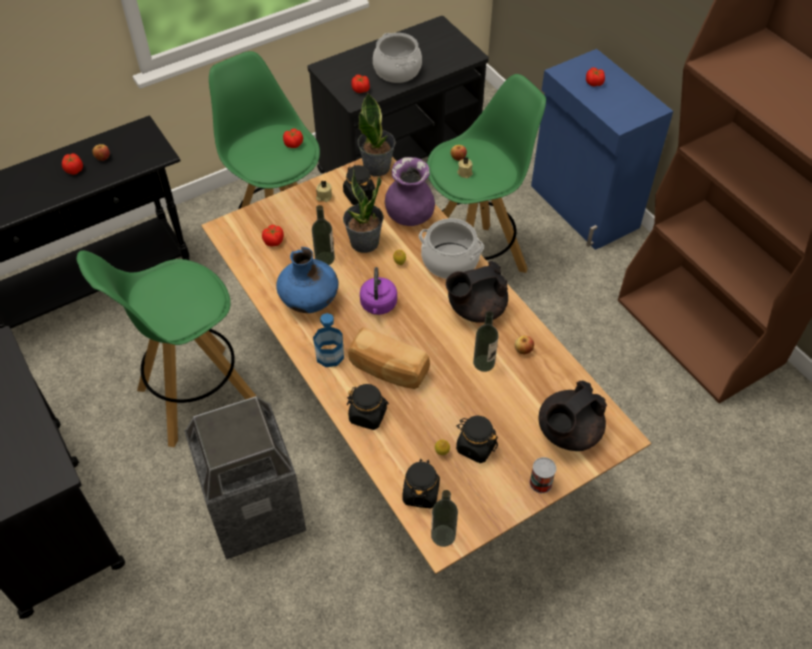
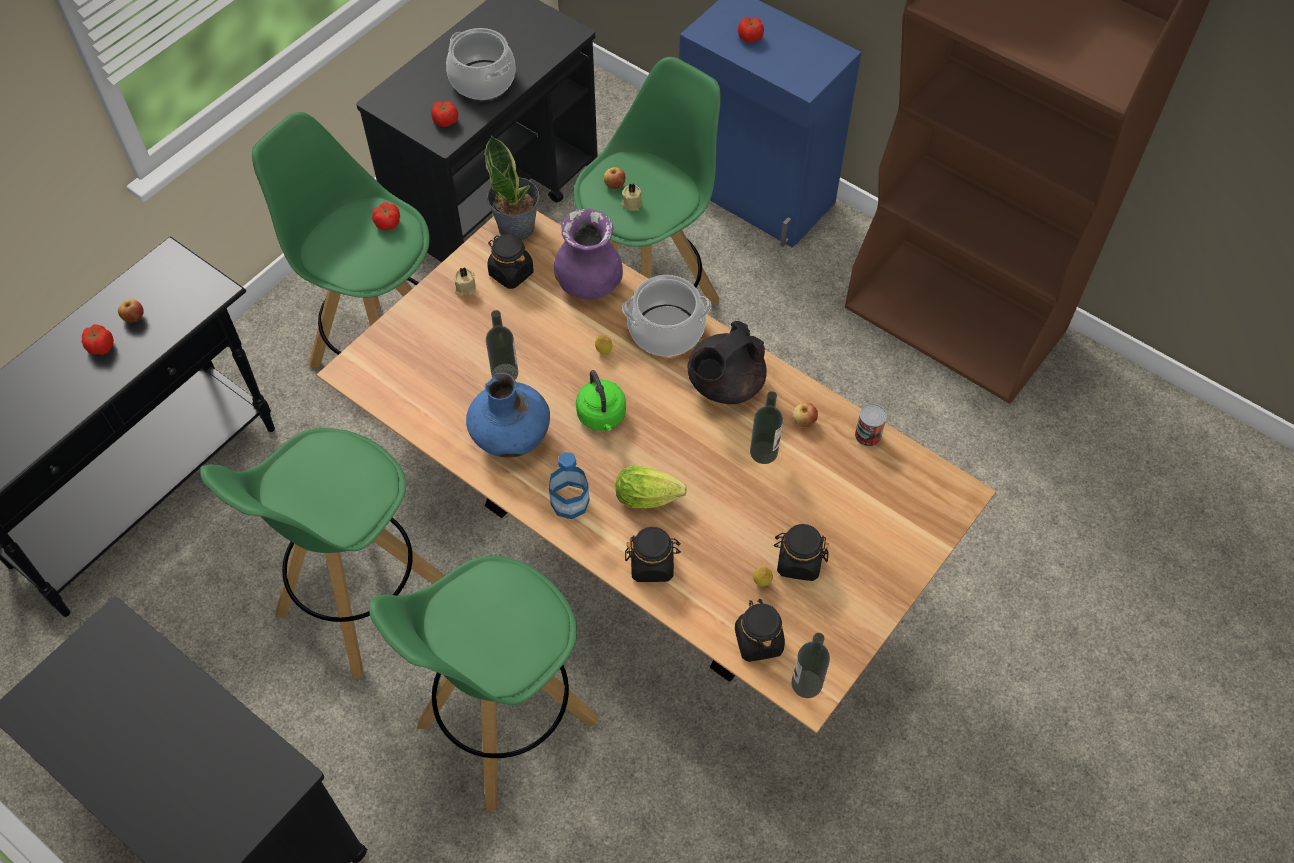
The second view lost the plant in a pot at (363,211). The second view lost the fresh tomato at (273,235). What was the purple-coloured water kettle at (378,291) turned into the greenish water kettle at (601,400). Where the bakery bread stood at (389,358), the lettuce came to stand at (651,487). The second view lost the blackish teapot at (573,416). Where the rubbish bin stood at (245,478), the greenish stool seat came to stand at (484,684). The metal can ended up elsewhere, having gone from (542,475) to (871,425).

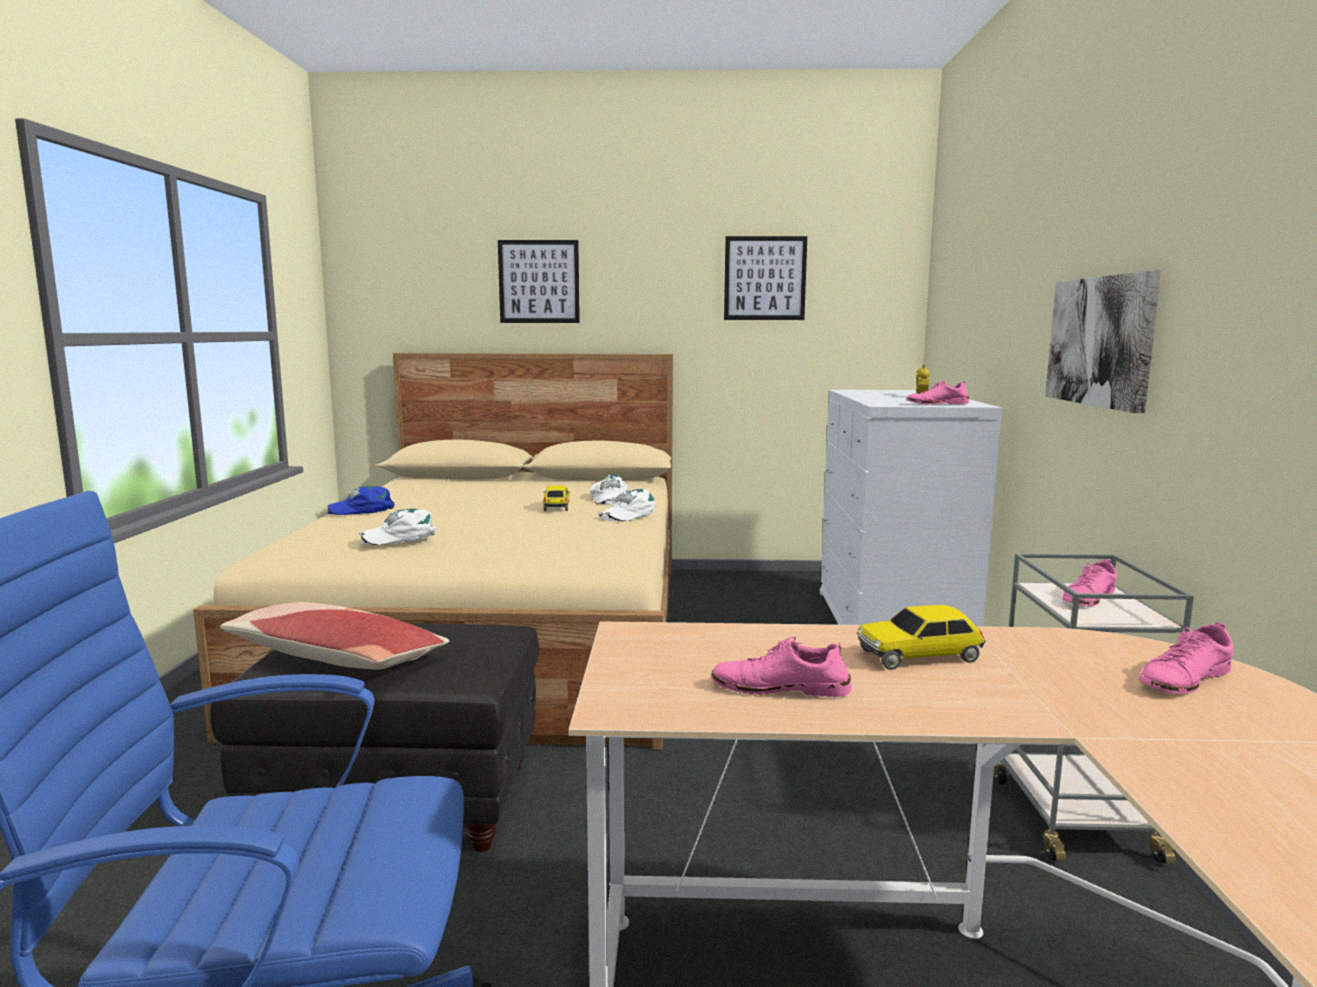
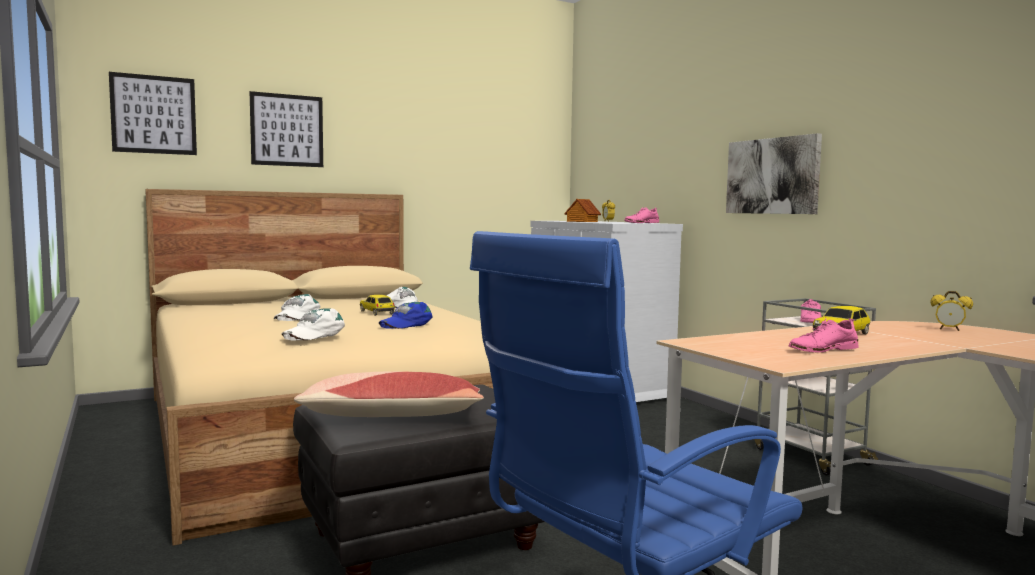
The picture ended up elsewhere, having gone from (765,278) to (153,113). The bluish cap ended up elsewhere, having gone from (361,500) to (405,315). The white cap ended up elsewhere, having gone from (628,505) to (297,307). Where the pinkish shoe stood at (1186,658), the table clock came to stand at (951,311). The second view gained the miniature house at (582,210).

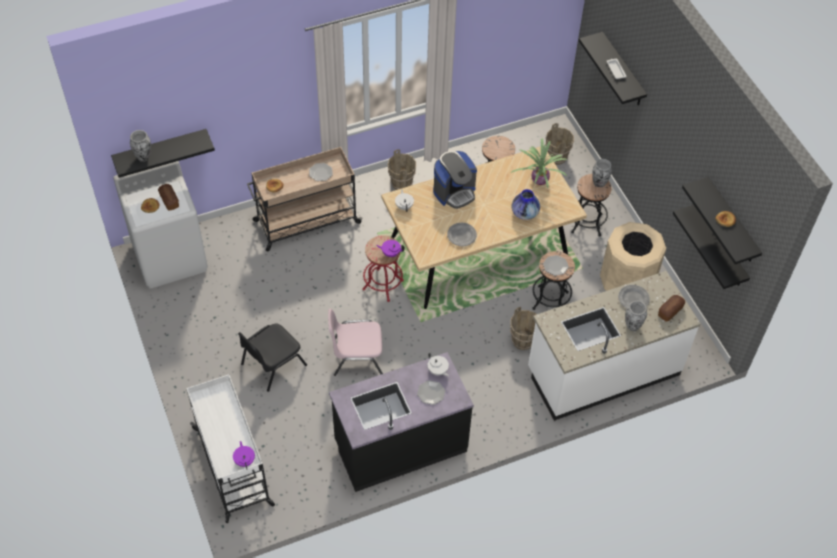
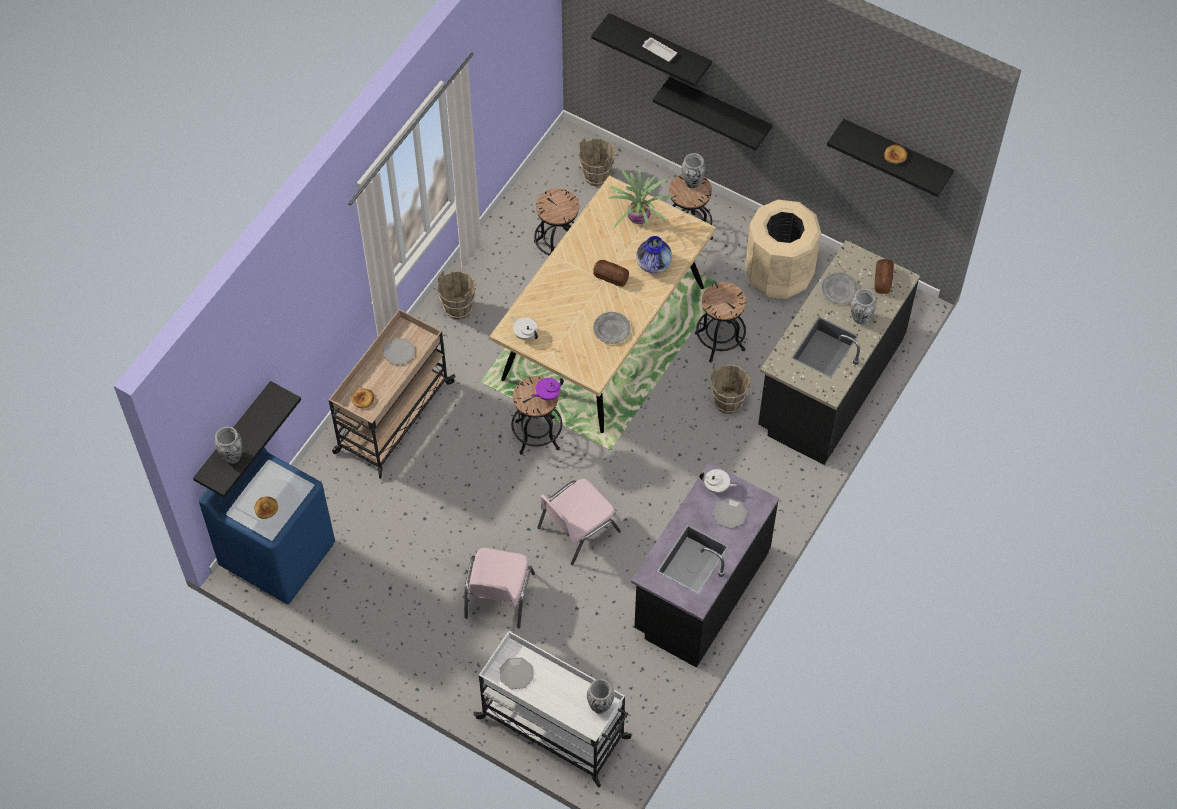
The second view lost the coffee maker at (455,180). What was the white laundry machine at (160,225) turned into the bluish laundry machine at (267,526). The bakery bread ended up elsewhere, having gone from (168,197) to (611,273). The blackish shelf ended up elsewhere, having gone from (711,247) to (712,114). What was the red-coloured stool seat at (383,268) turned into the blackish stool seat at (536,416). The dinner plate ended up elsewhere, having gone from (556,265) to (517,673). What was the white kitchen base unit at (614,346) turned into the blackish kitchen base unit at (839,352). What was the blackish plain chair at (272,357) turned into the pinkish plain chair at (500,588). Where the purple-coloured teapot stood at (244,455), the vase came to stand at (601,696).

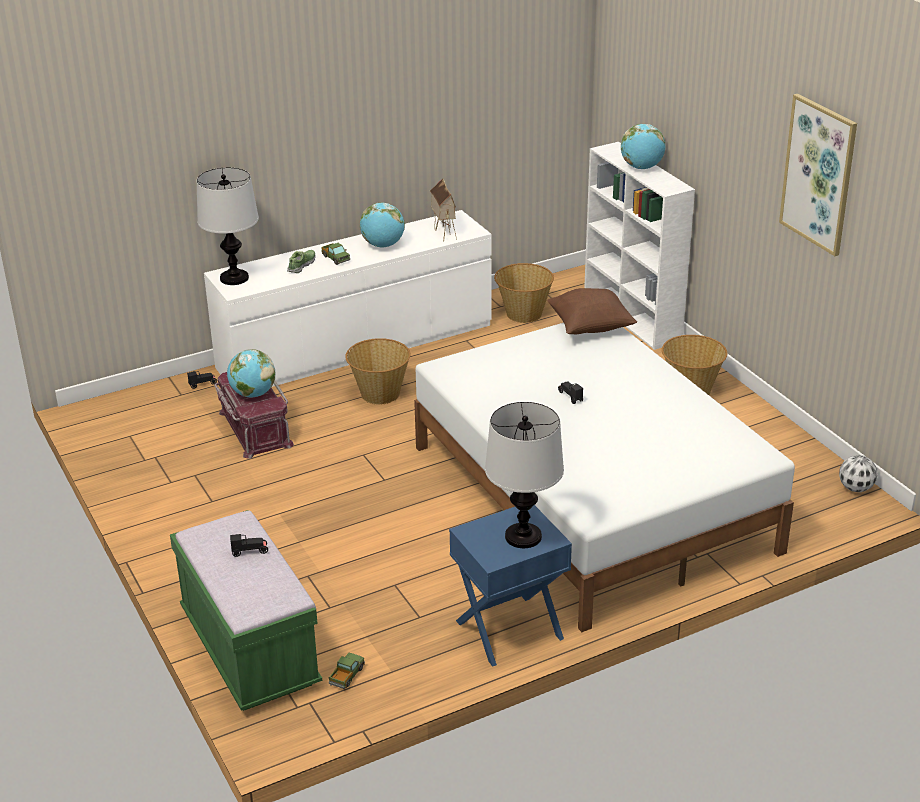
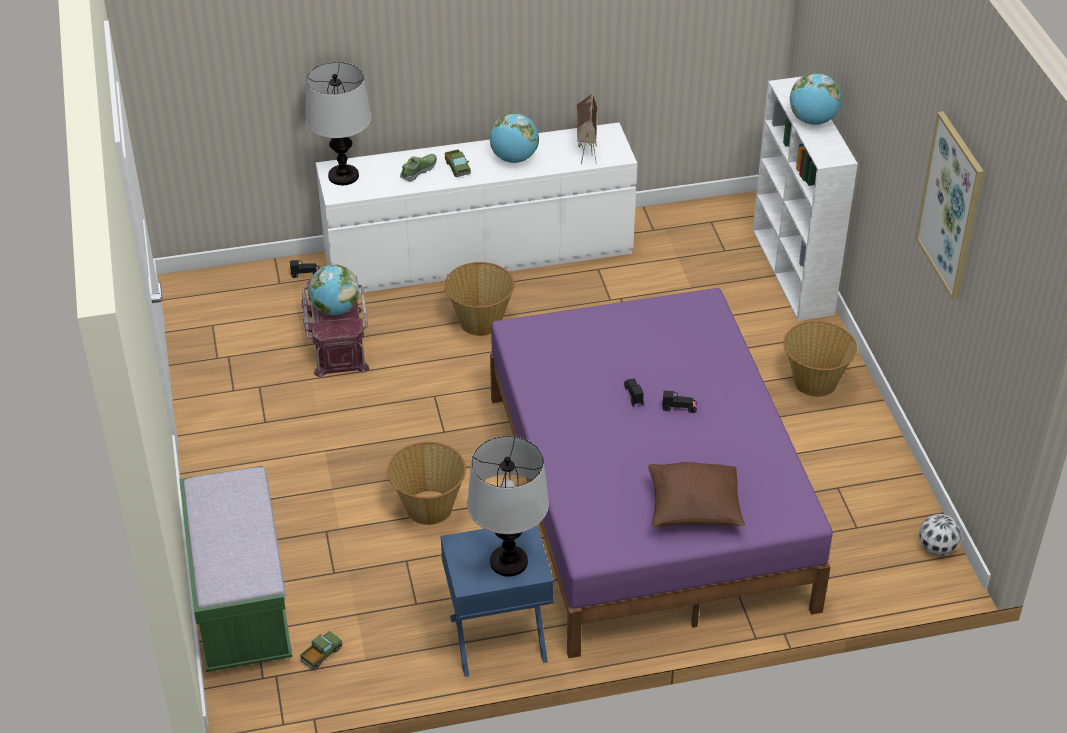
The basket ended up elsewhere, having gone from (524,293) to (426,483). The brown pillow ended up elsewhere, having gone from (592,311) to (696,494). What was the white sleeping bed at (604,477) turned into the purple-coloured sleeping bed at (661,473). The blackish miniature car ended up elsewhere, having gone from (249,545) to (679,401).

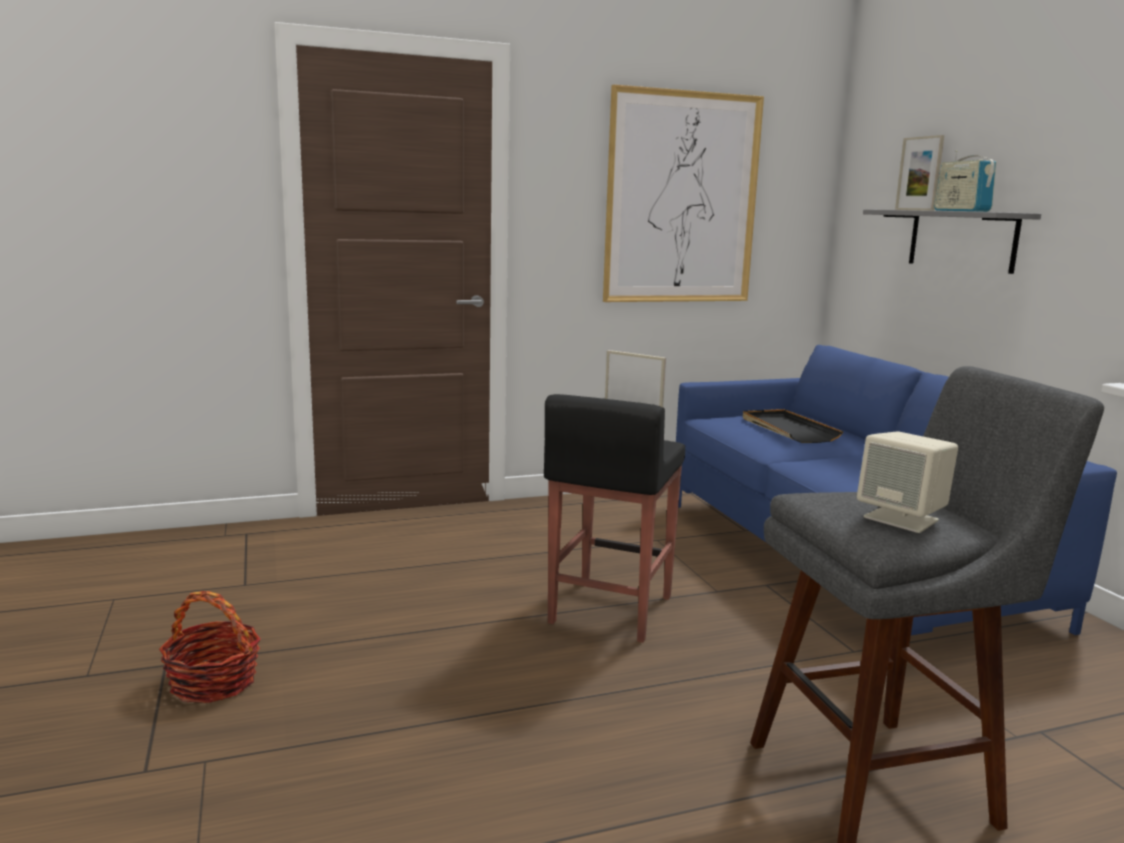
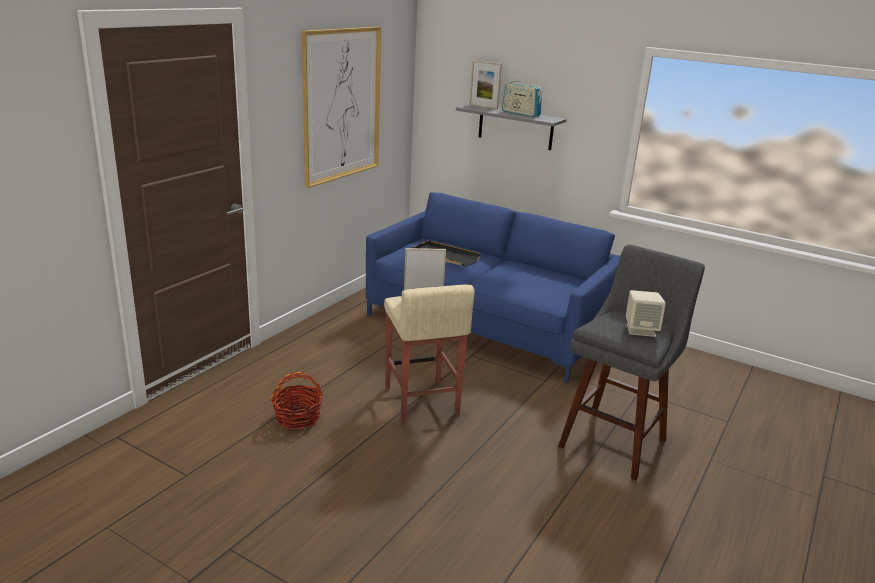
What was the blackish stool seat at (614,518) turned into the beige stool seat at (429,353). The basket ended up elsewhere, having gone from (210,647) to (297,400).

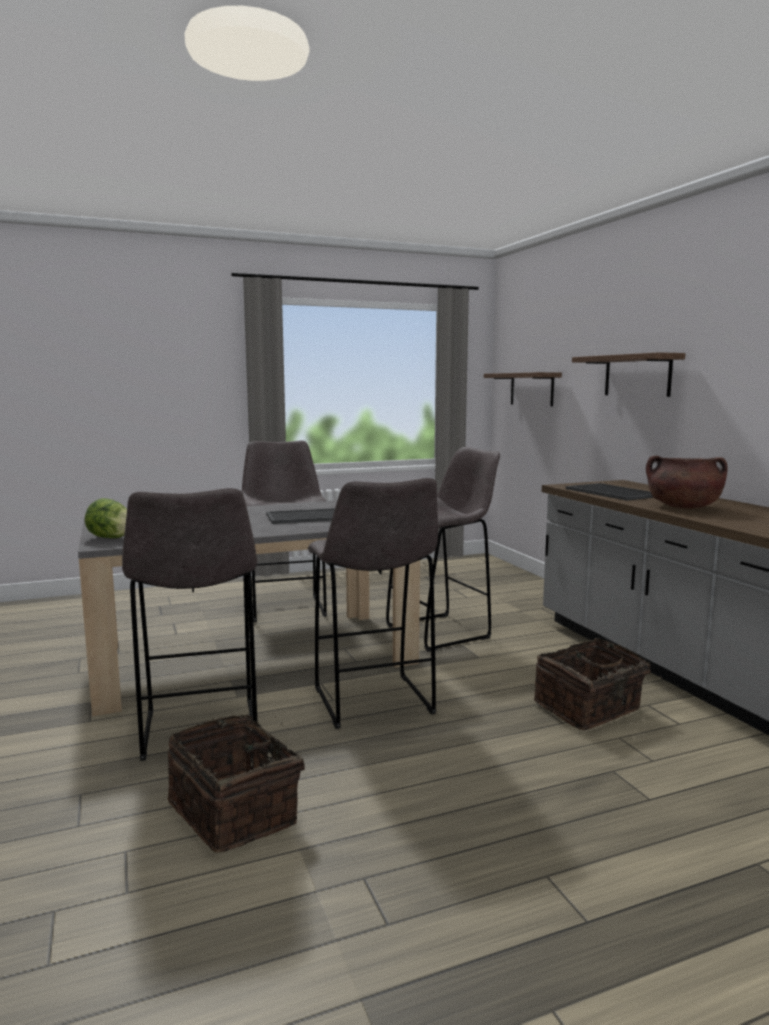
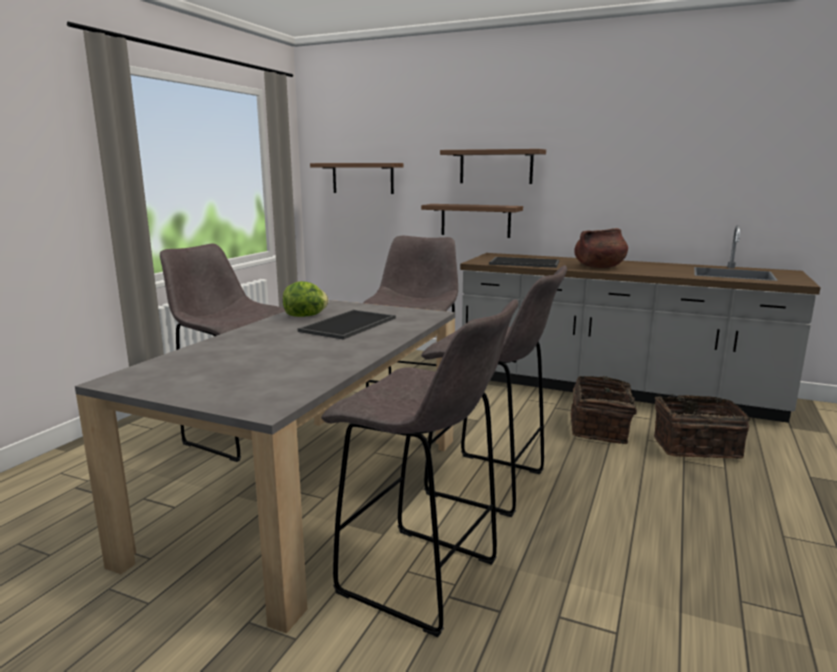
The lettuce ended up elsewhere, having gone from (106,518) to (306,299). The basket ended up elsewhere, having gone from (236,784) to (702,426). The second view gained the shelf at (472,221).

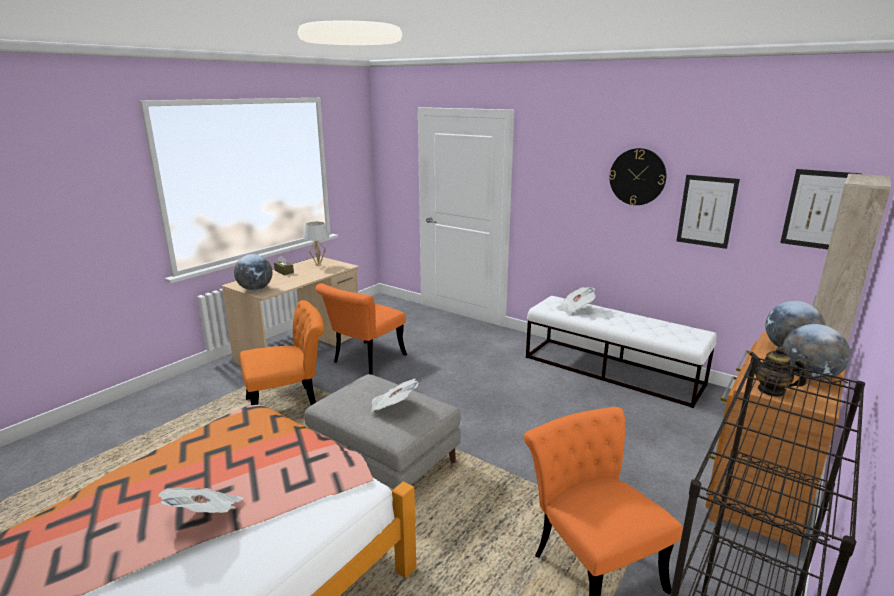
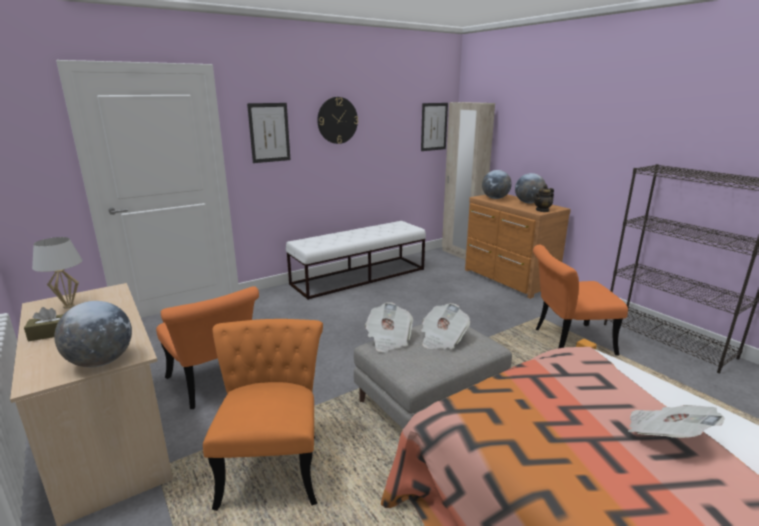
The picture ended up elsewhere, having gone from (708,212) to (268,133). The newspaper ended up elsewhere, having gone from (576,300) to (389,327).

